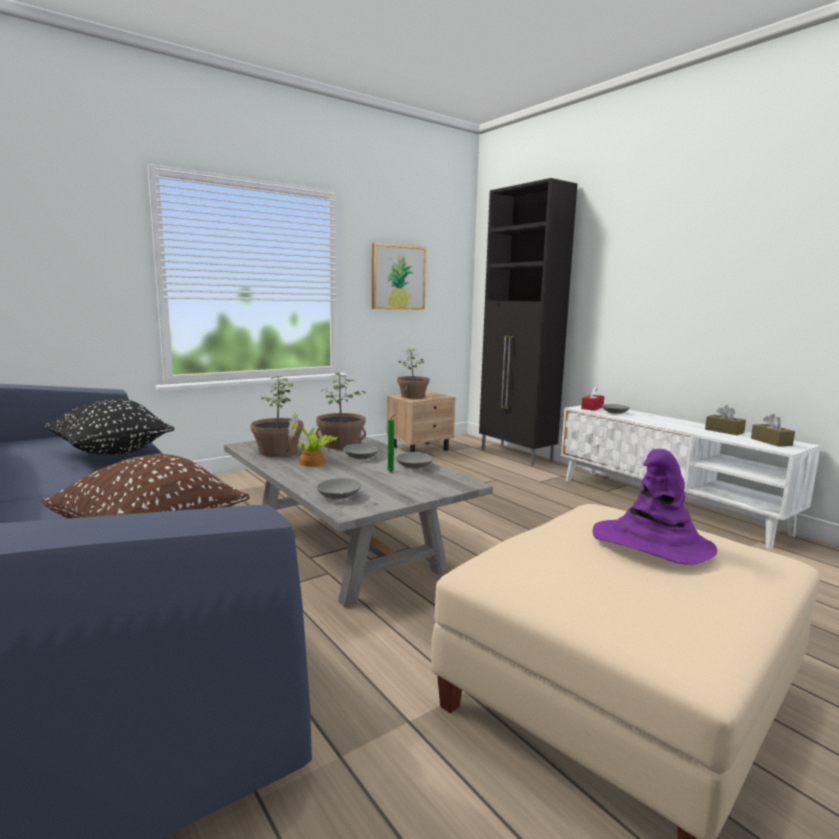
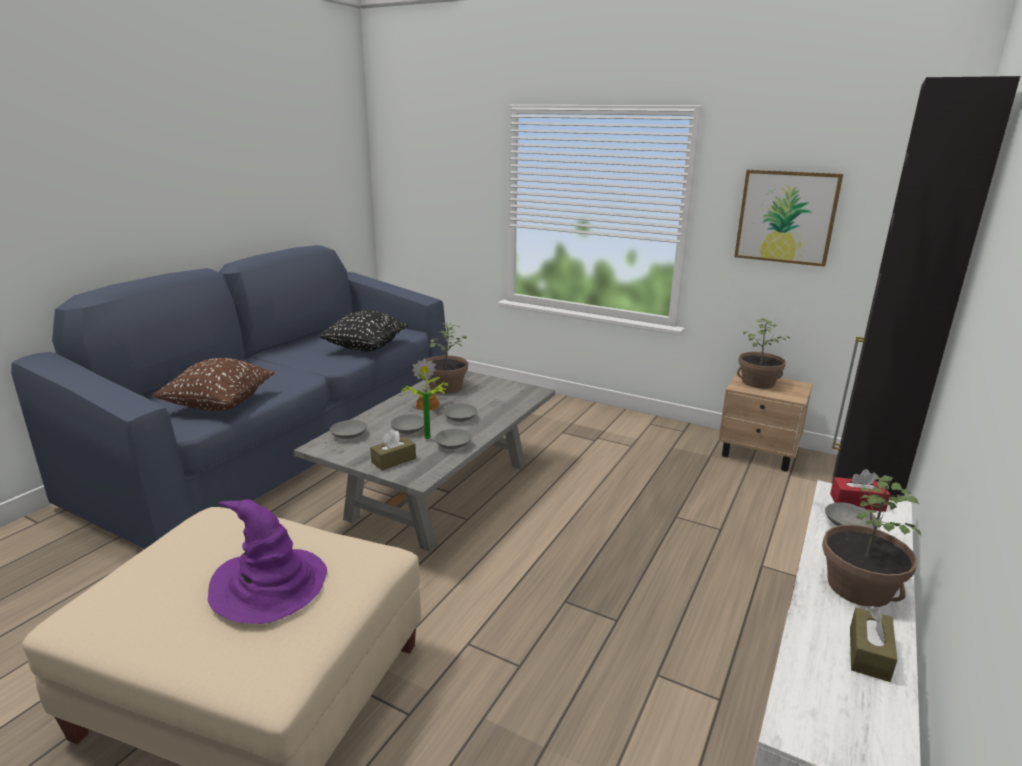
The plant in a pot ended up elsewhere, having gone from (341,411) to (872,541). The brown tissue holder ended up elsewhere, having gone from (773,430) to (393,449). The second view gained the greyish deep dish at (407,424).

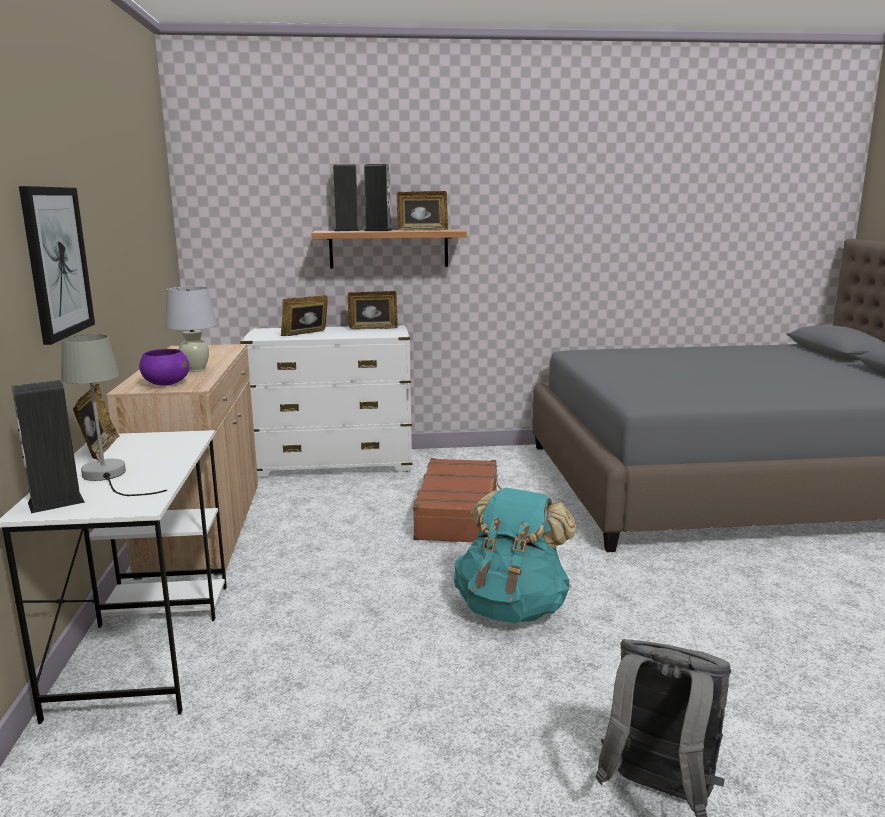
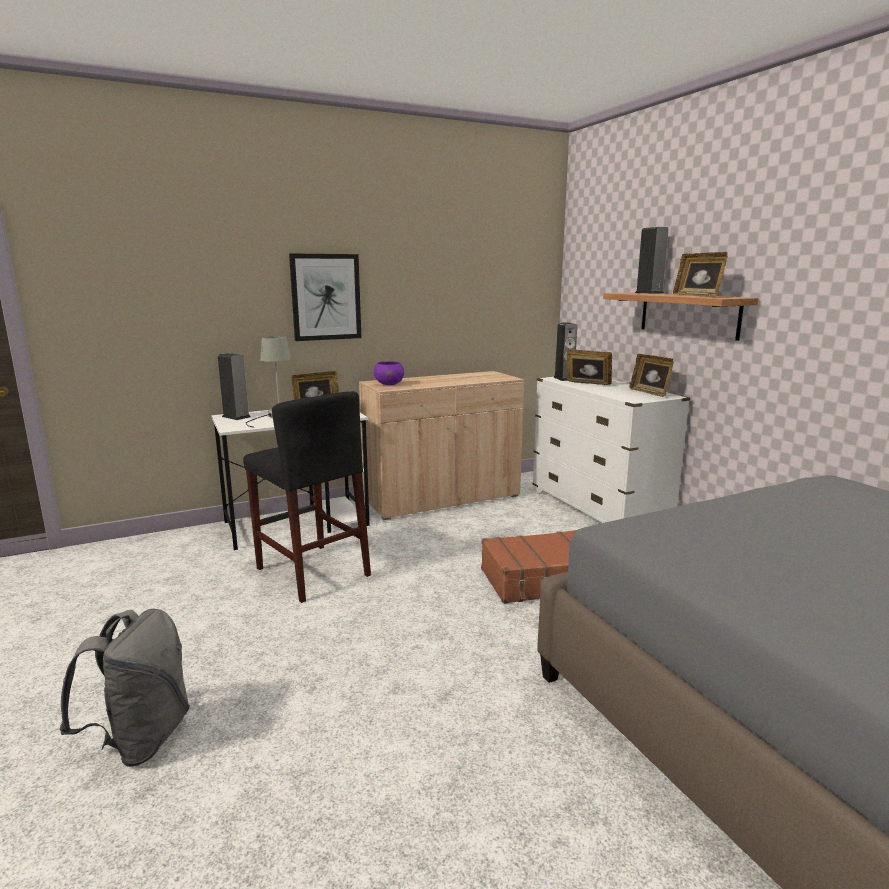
The loudspeaker ended up elsewhere, having gone from (378,197) to (565,351). The second view lost the white tabletop lamp at (191,329). The second view lost the turquoise-coloured knapsack at (515,555). The second view gained the blackish stool seat at (307,497).

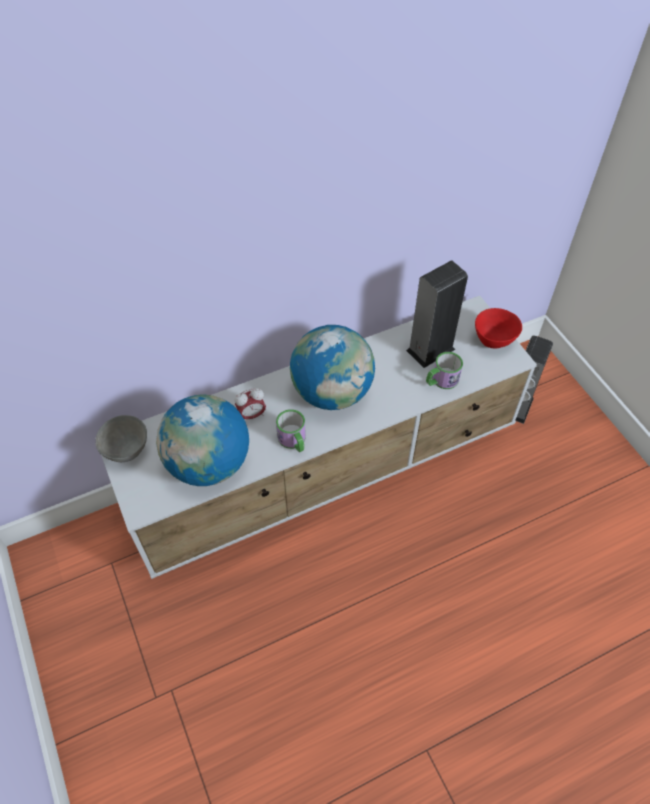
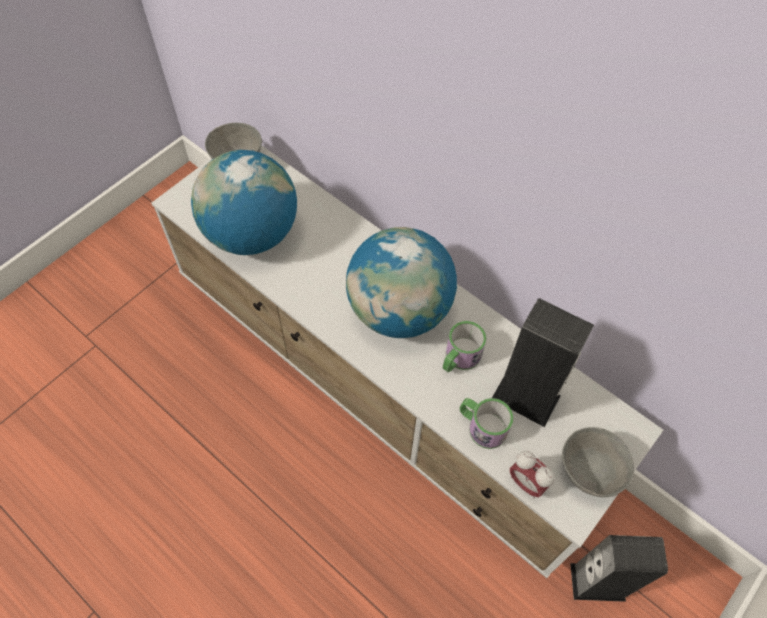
What was the red-coloured deep dish at (498,328) turned into the greyish deep dish at (598,462). The table clock ended up elsewhere, having gone from (250,404) to (532,474). The tea mug ended up elsewhere, having gone from (291,430) to (464,346).

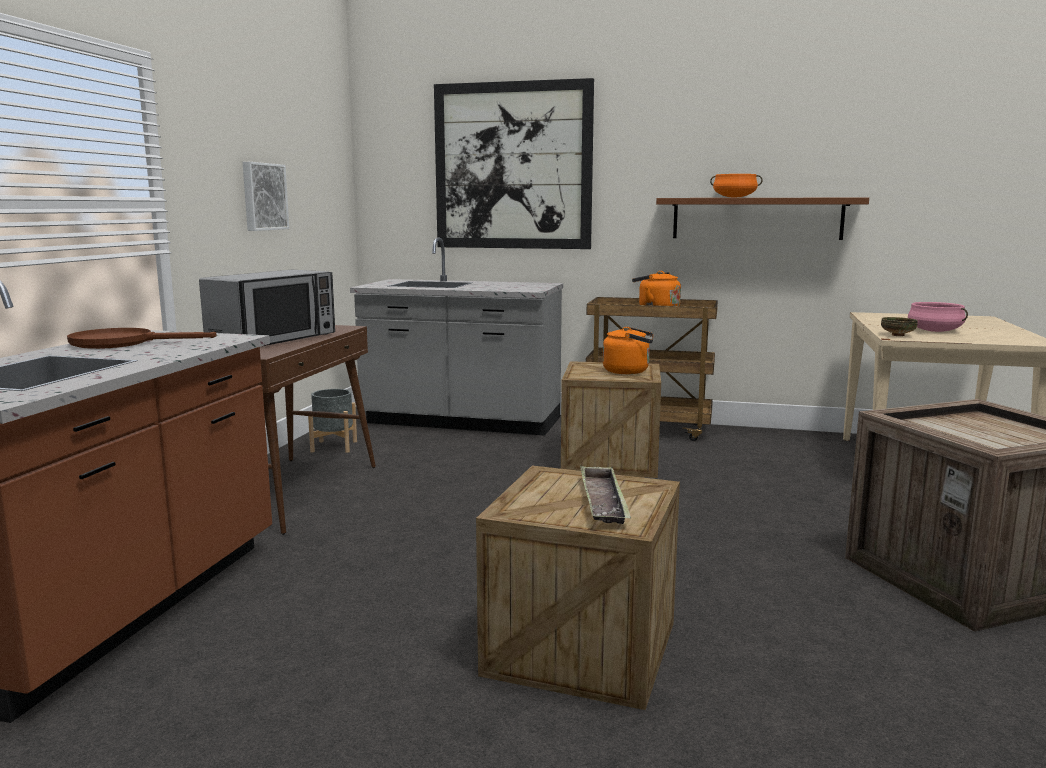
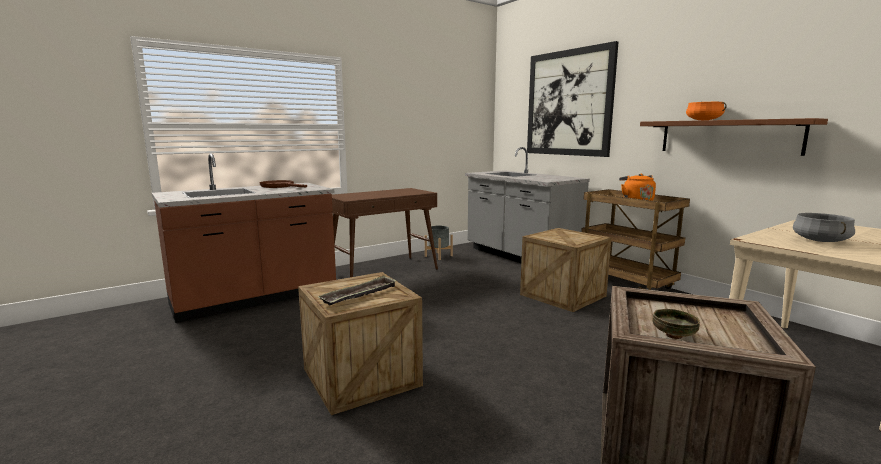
The second view lost the picture at (266,196). The second view lost the microwave at (267,308). What was the pinkish stockpot at (938,317) turned into the greyish stockpot at (824,227). The deep dish ended up elsewhere, having gone from (899,326) to (676,324). The second view lost the orangey water kettle at (628,350).

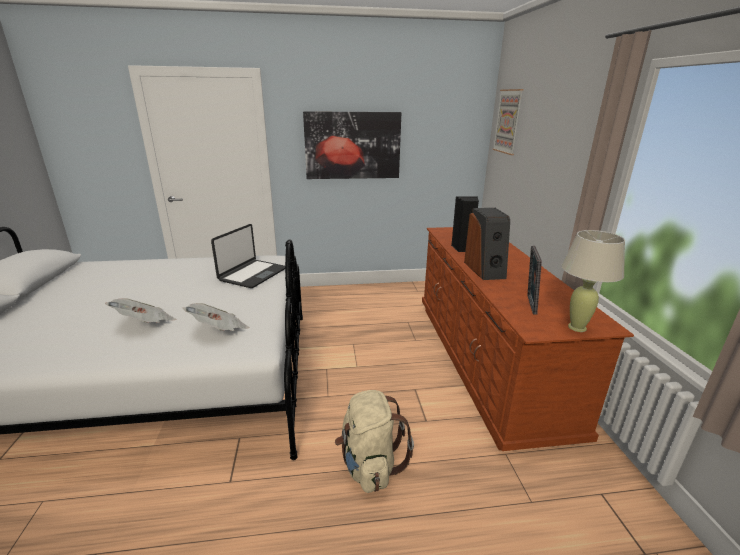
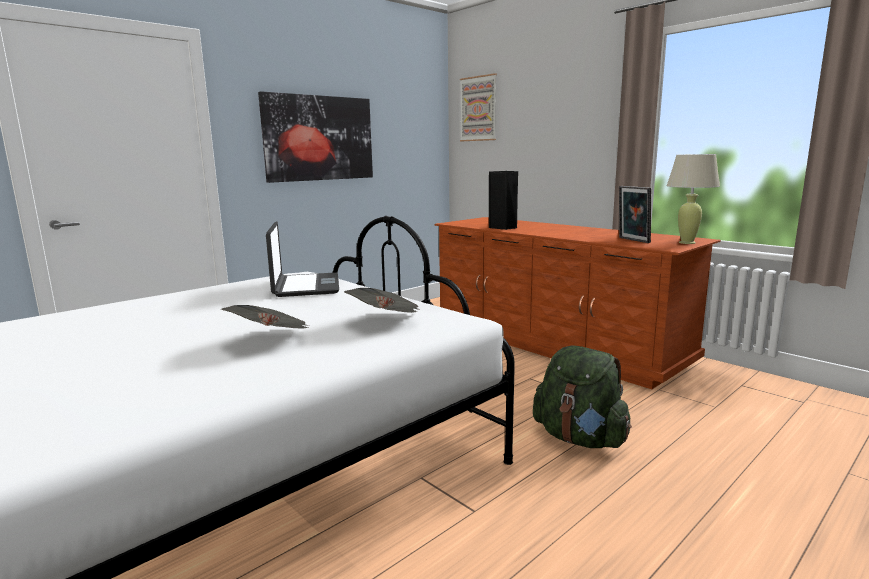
The second view lost the loudspeaker at (487,244). What was the beige knapsack at (374,441) turned into the greenish knapsack at (582,397).

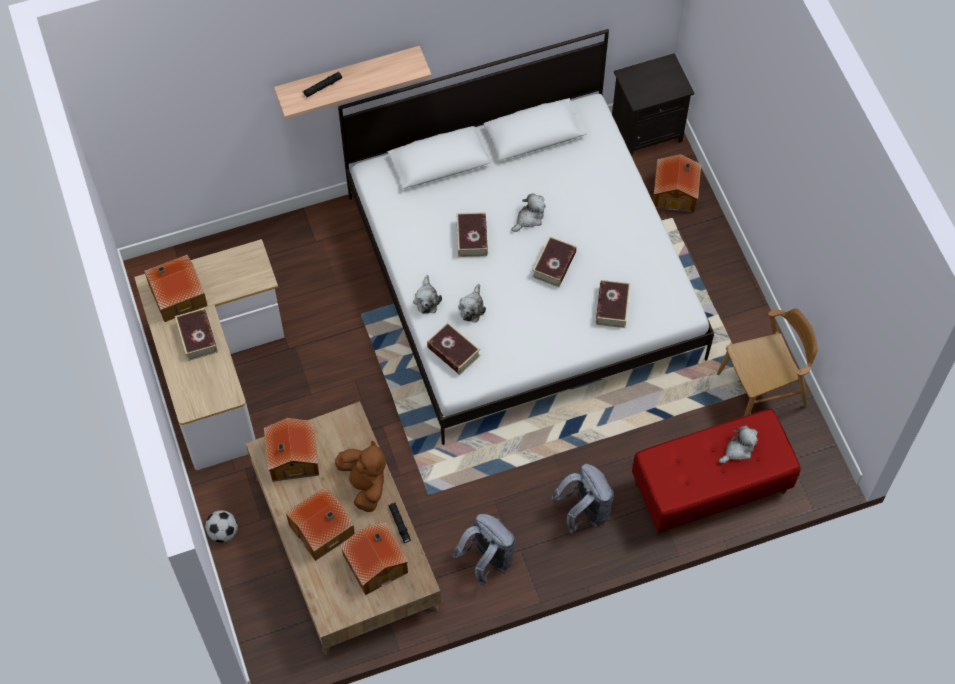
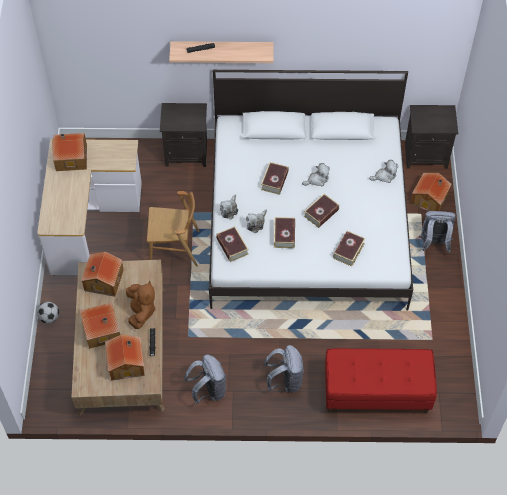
The bound book ended up elsewhere, having gone from (196,334) to (284,232). The brown plain chair ended up elsewhere, having gone from (767,362) to (173,229). The soft toy ended up elsewhere, having gone from (738,444) to (384,171). The second view gained the blackish night table at (183,135). The second view gained the greyish knapsack at (437,232).

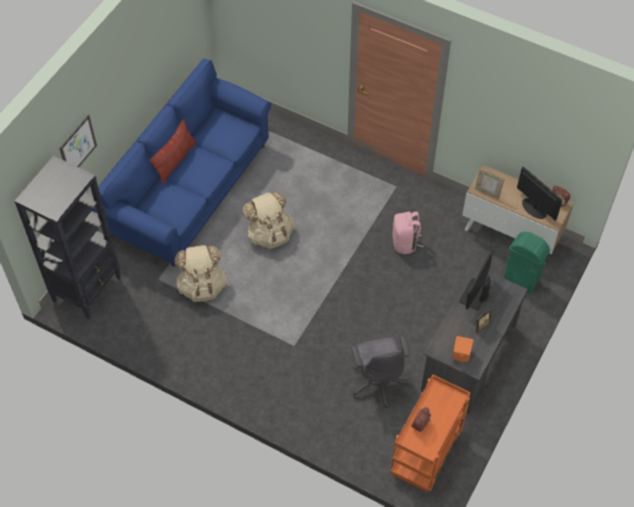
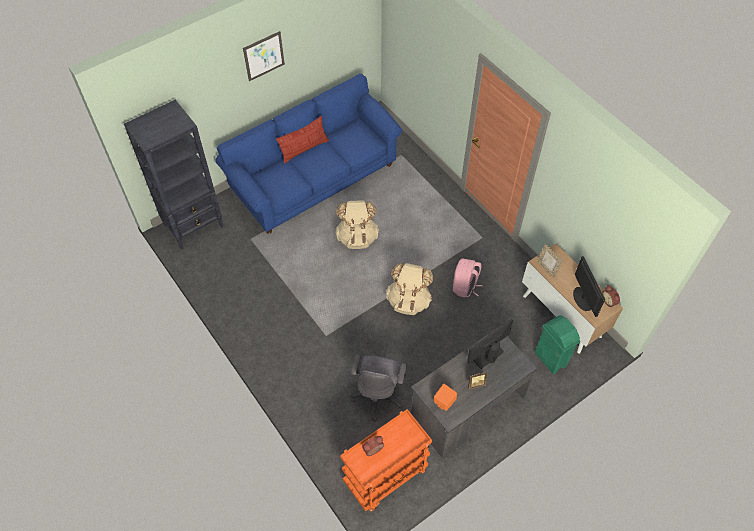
The picture ended up elsewhere, having gone from (78,141) to (264,56). The beige knapsack ended up elsewhere, having gone from (201,273) to (409,289).

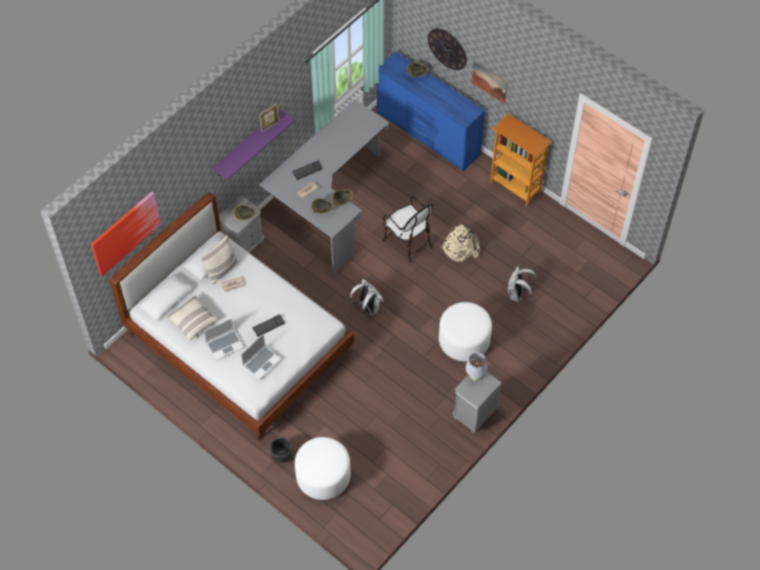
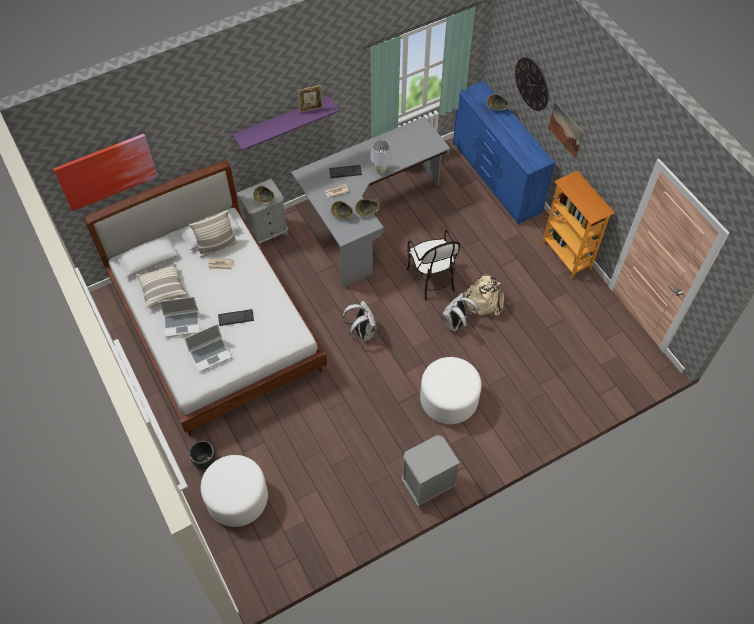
The white knapsack ended up elsewhere, having gone from (522,284) to (460,312). The white tabletop lamp ended up elsewhere, having gone from (476,367) to (381,157).

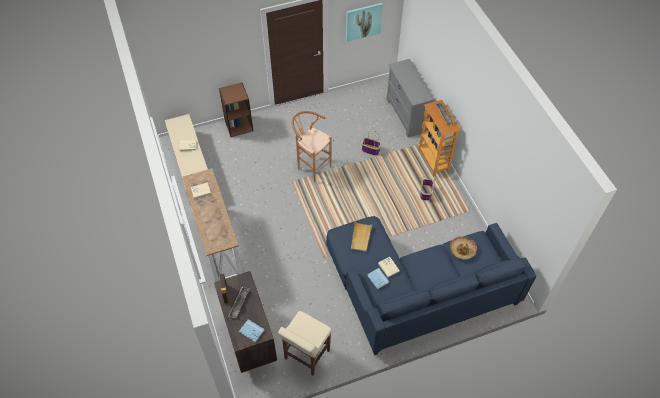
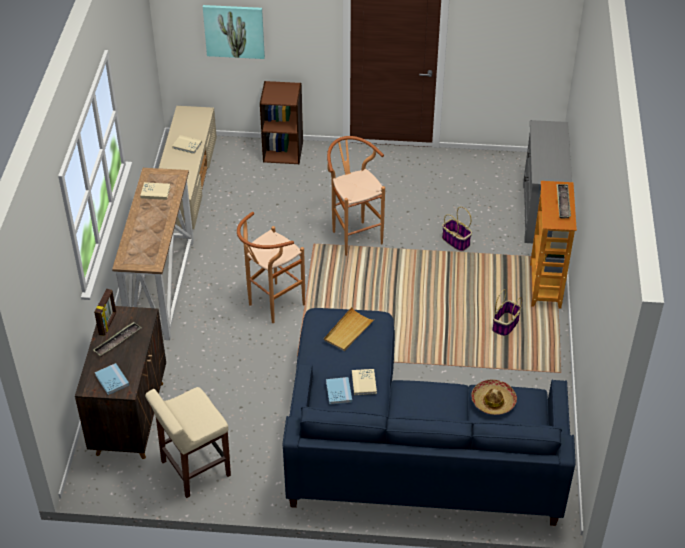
The picture ended up elsewhere, having gone from (364,22) to (234,32). The second view gained the brown stool seat at (271,267).

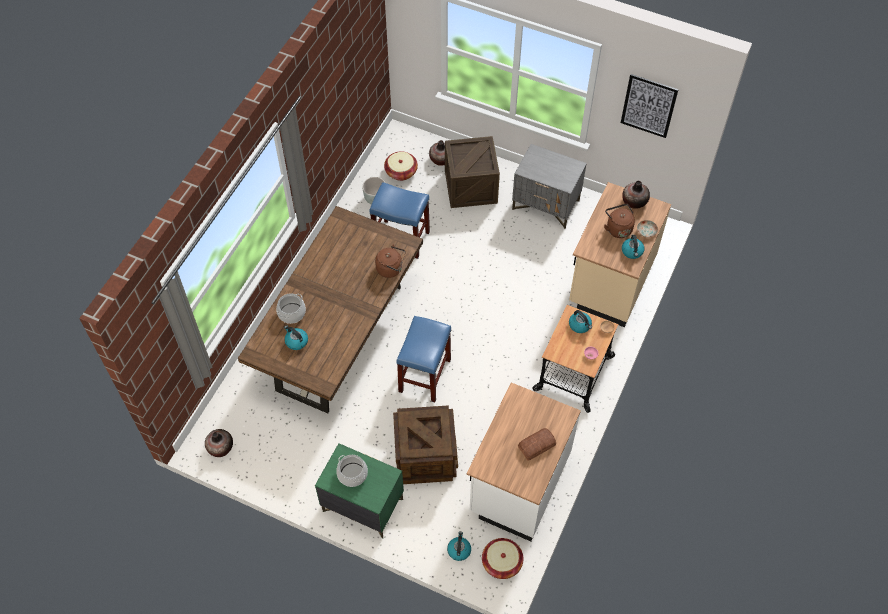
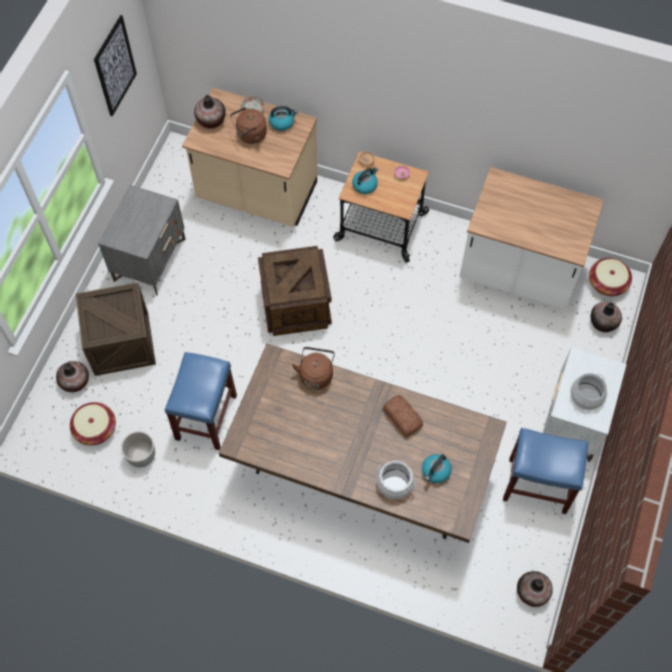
The bluish stool seat ended up elsewhere, having gone from (423,359) to (545,471). The packing crate ended up elsewhere, having gone from (425,444) to (295,291). The bakery bread ended up elsewhere, having gone from (537,444) to (403,416). What was the greenish night table at (359,491) turned into the white night table at (585,404). Where the water kettle stood at (459,546), the vase came to stand at (606,317).

